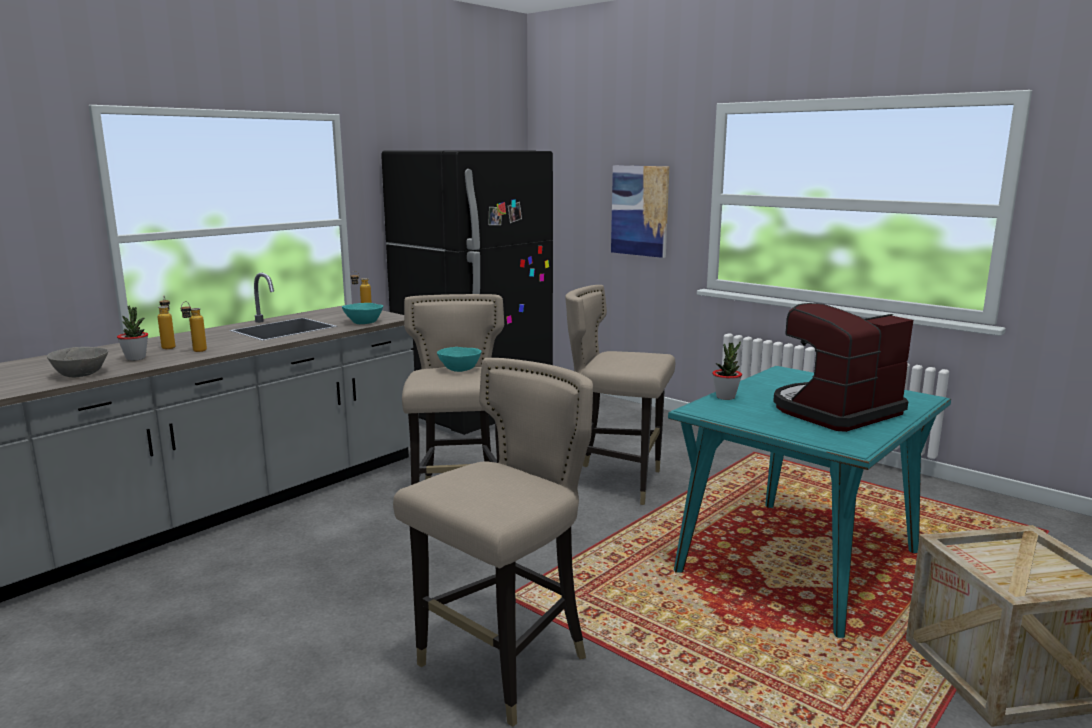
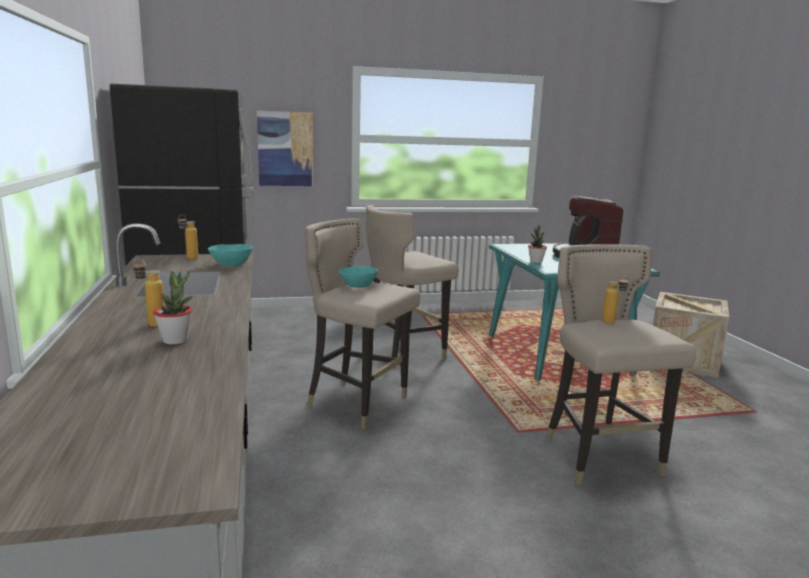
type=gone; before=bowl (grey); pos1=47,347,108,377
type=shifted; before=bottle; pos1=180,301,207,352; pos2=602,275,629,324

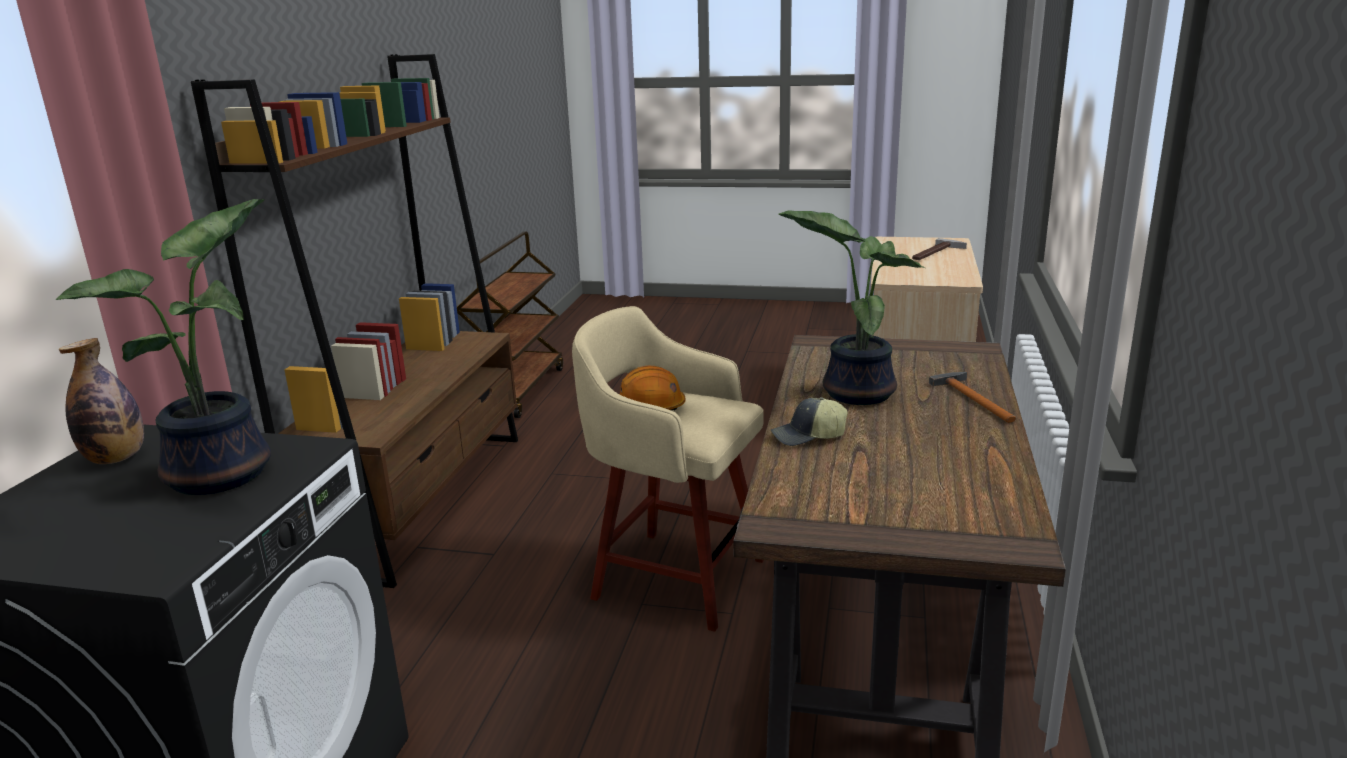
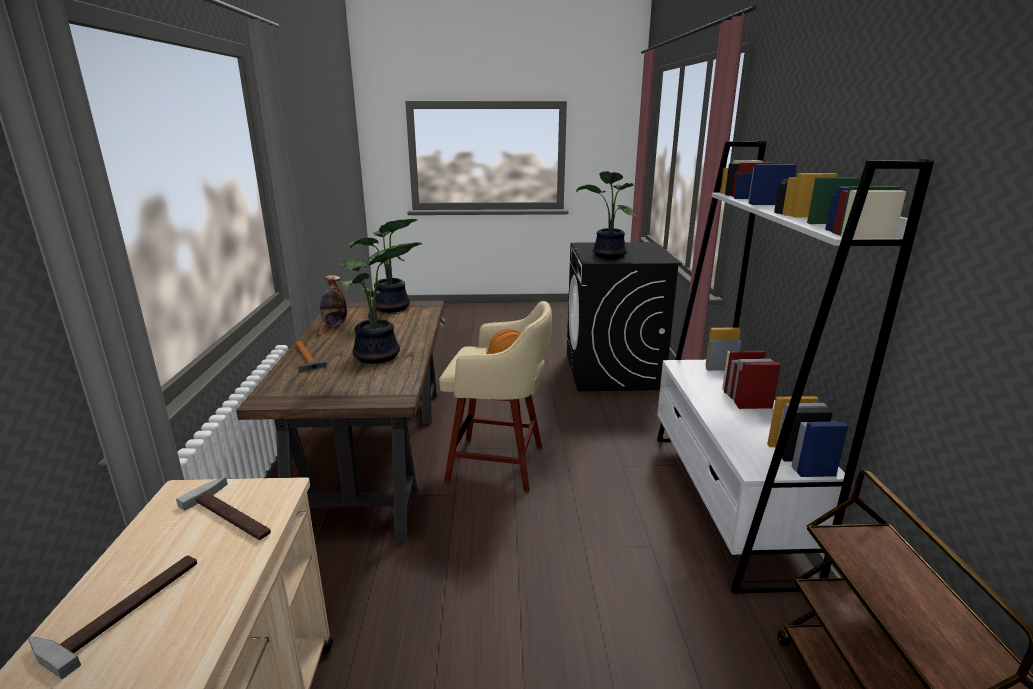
type=gone; before=cap; pos1=771,397,848,446
type=new; after=hammer; pos2=176,477,271,540
type=new; after=potted plant; pos2=348,219,418,313
type=shifted; before=bottle; pos1=58,338,144,464; pos2=320,275,347,326
type=repainted; before=bookcase (brown); after=bookcase (white); pos1=191,54,518,588; pos2=657,141,934,594

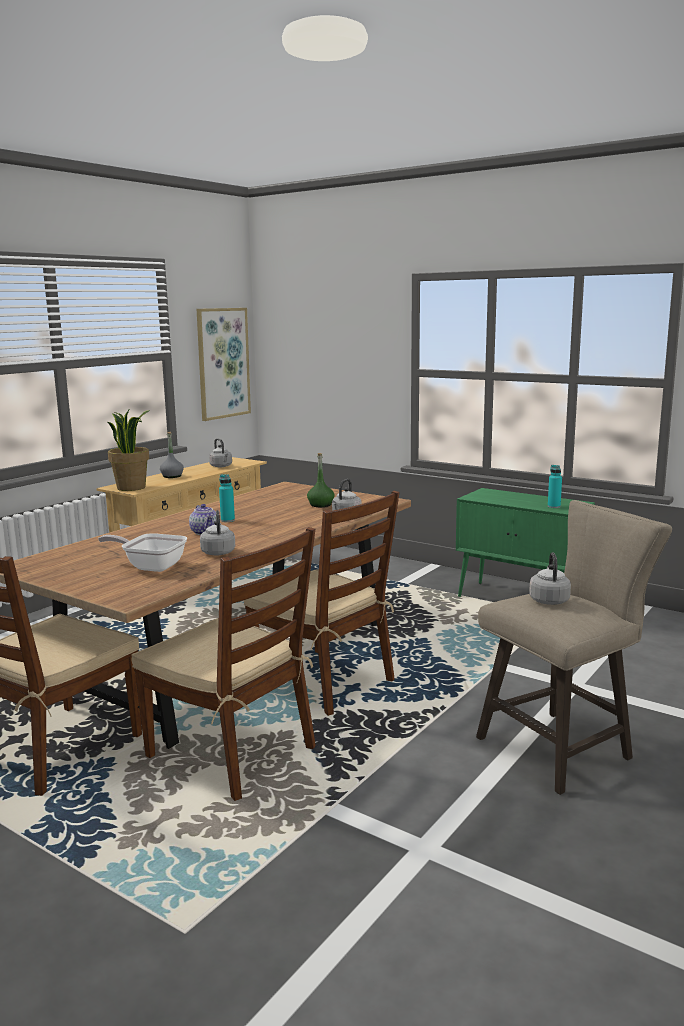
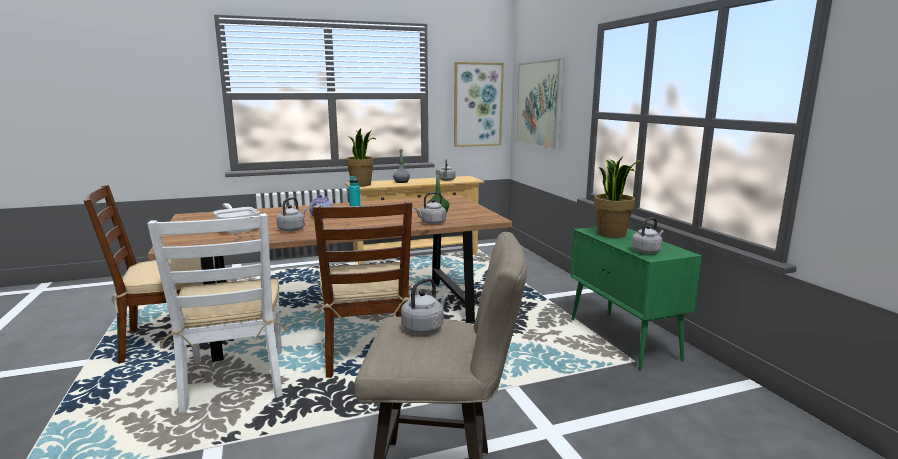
type=new; after=picture; pos2=516,59,564,150
type=new; after=potted plant; pos2=594,156,643,238
type=swapped; before=bottle (turquoise); after=kettle (grey); pos1=548,465,562,508; pos2=631,217,664,254
type=repainted; before=chair (brown); after=chair (white); pos1=131,527,316,801; pos2=147,213,288,413

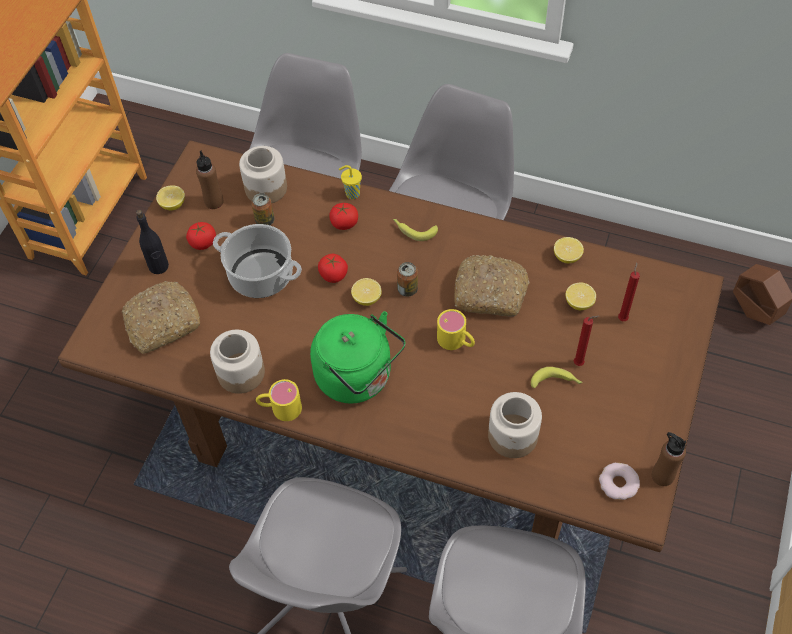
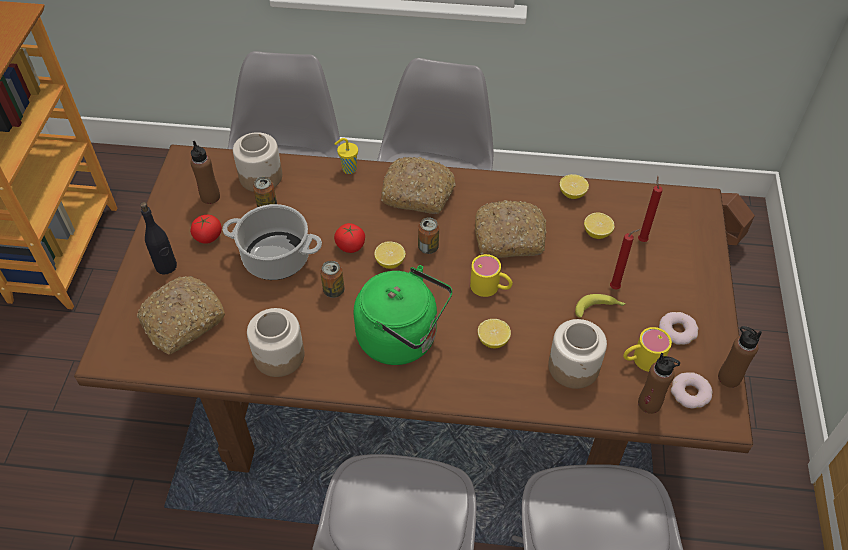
type=gone; before=tomato; pos1=329,203,358,230
type=new; after=can; pos2=320,261,345,298
type=new; after=bottle (brown); pos2=638,353,680,414
type=new; after=donut; pos2=659,312,699,345
type=shifted; before=lemon; pos1=156,185,185,211; pos2=478,319,511,349
type=shifted; before=mug (yellow); pos1=256,379,302,421; pos2=623,327,672,372
type=swapped; before=banana; after=bread; pos1=393,219,438,241; pos2=381,157,456,214

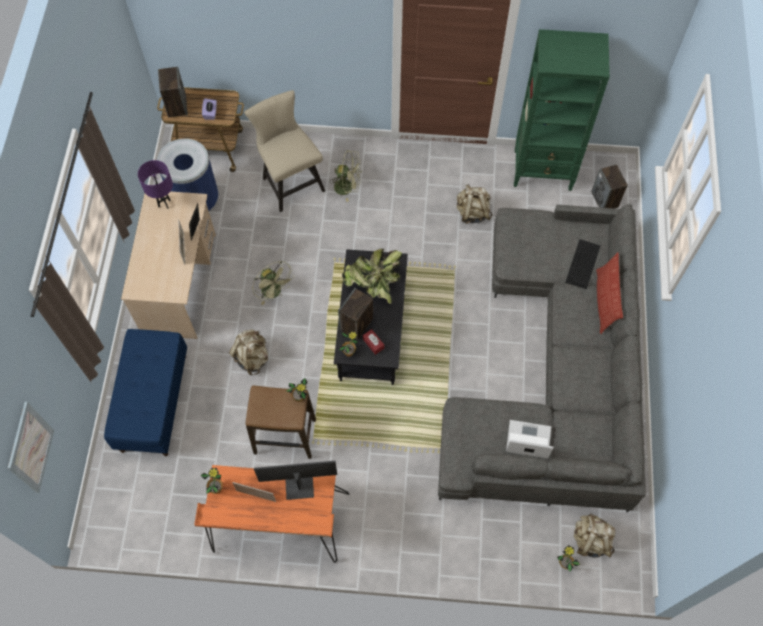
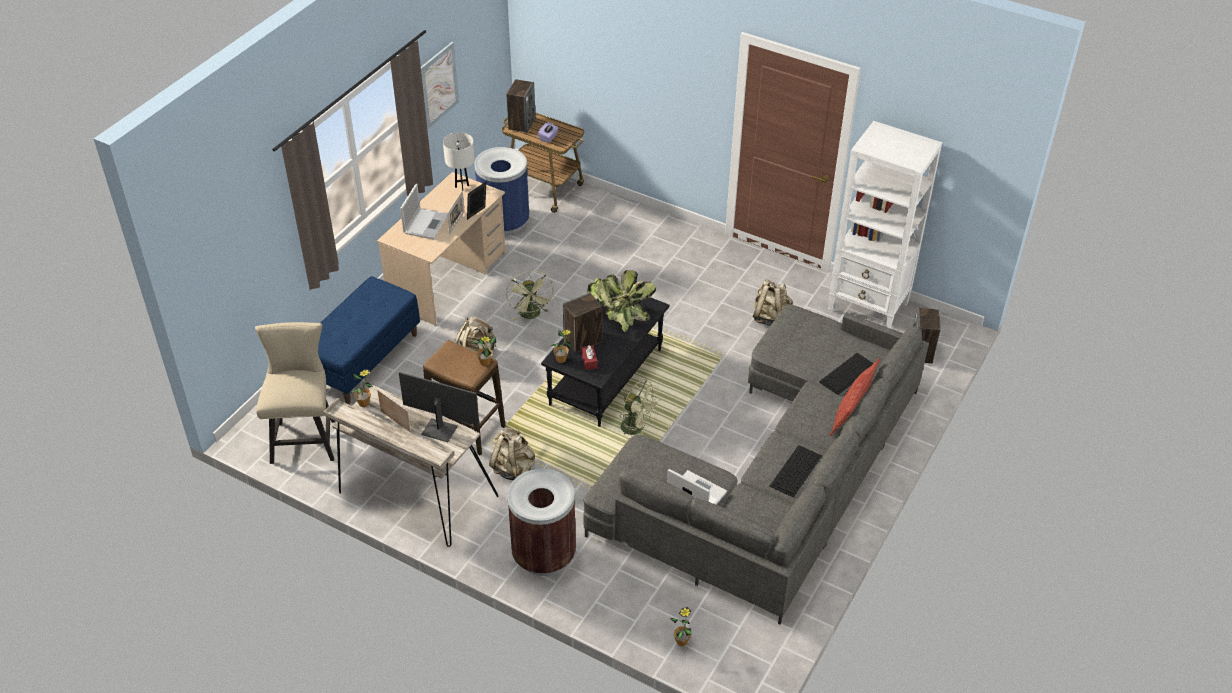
type=new; after=laptop; pos2=400,184,448,240
type=new; after=trash can (brown); pos2=507,469,576,576
type=new; after=keyboard; pos2=770,445,822,498
type=shifted; before=picture; pos1=8,402,54,493; pos2=421,42,459,130
type=shifted; before=chair (beige); pos1=244,90,325,212; pos2=255,322,335,464
type=shifted; before=fan (green); pos1=329,150,362,202; pos2=620,380,661,441
type=shifted; before=backpack (beige); pos1=574,513,616,558; pos2=489,428,535,480
type=repainted; before=table lamp (purple); after=table lamp (white); pos1=138,160,173,208; pos2=443,132,475,191
type=repainted; before=desk (orange); after=desk (beige); pos1=194,465,349,563; pos2=324,385,498,547
type=repainted; before=bookcase (green); after=bookcase (white); pos1=514,29,610,191; pos2=828,121,942,329

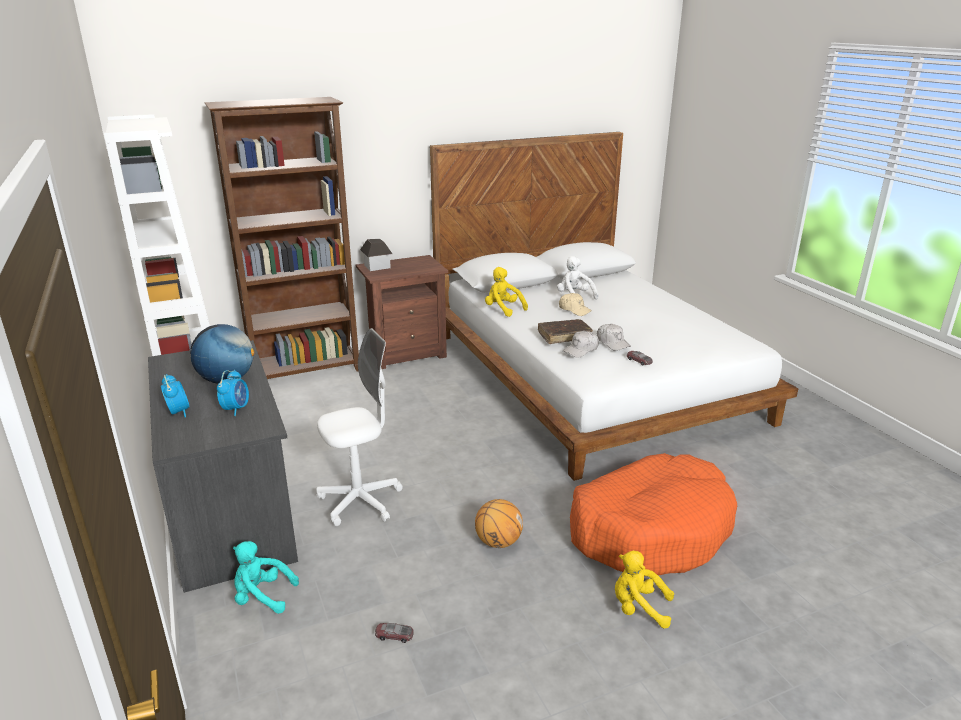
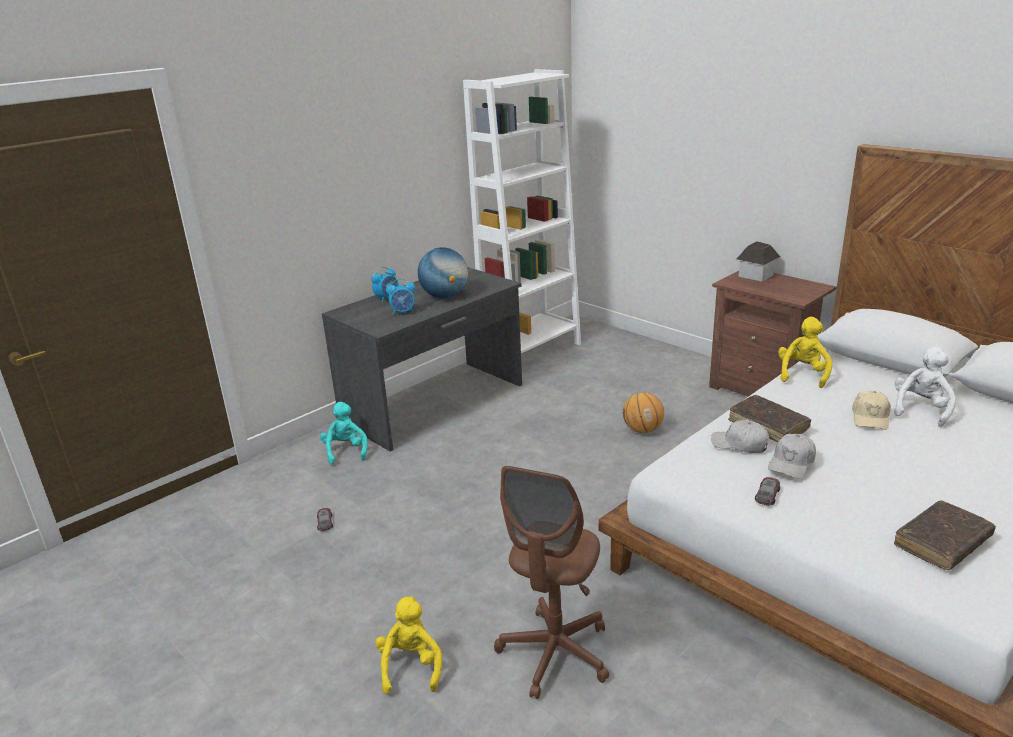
type=gone; before=bookcase (brown); pos1=205,97,359,379
type=gone; before=office chair (white); pos1=316,328,403,526
type=new; after=book (brown); pos2=894,500,996,570
type=shifted; before=basketball; pos1=475,499,523,548; pos2=623,392,664,433
type=swapped; before=dog bed (orange); after=office chair (brown); pos1=570,453,737,576; pos2=494,466,609,699

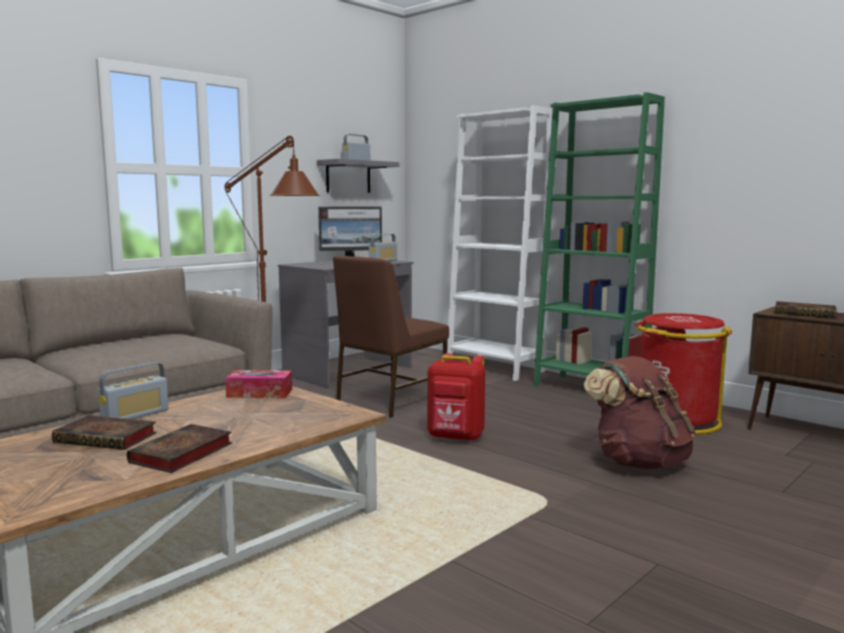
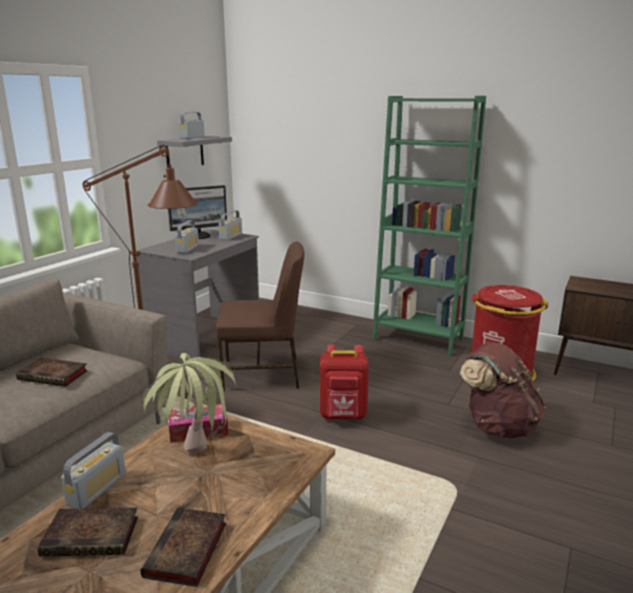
type=gone; before=bookcase (white); pos1=447,105,553,381
type=new; after=potted plant; pos2=143,353,236,454
type=new; after=radio; pos2=175,220,199,253
type=shifted; before=book; pos1=775,301,837,318; pos2=16,358,88,387
type=rotated; before=chair (brown); pos1=333,256,449,418; pos2=216,241,304,391; turn=-120

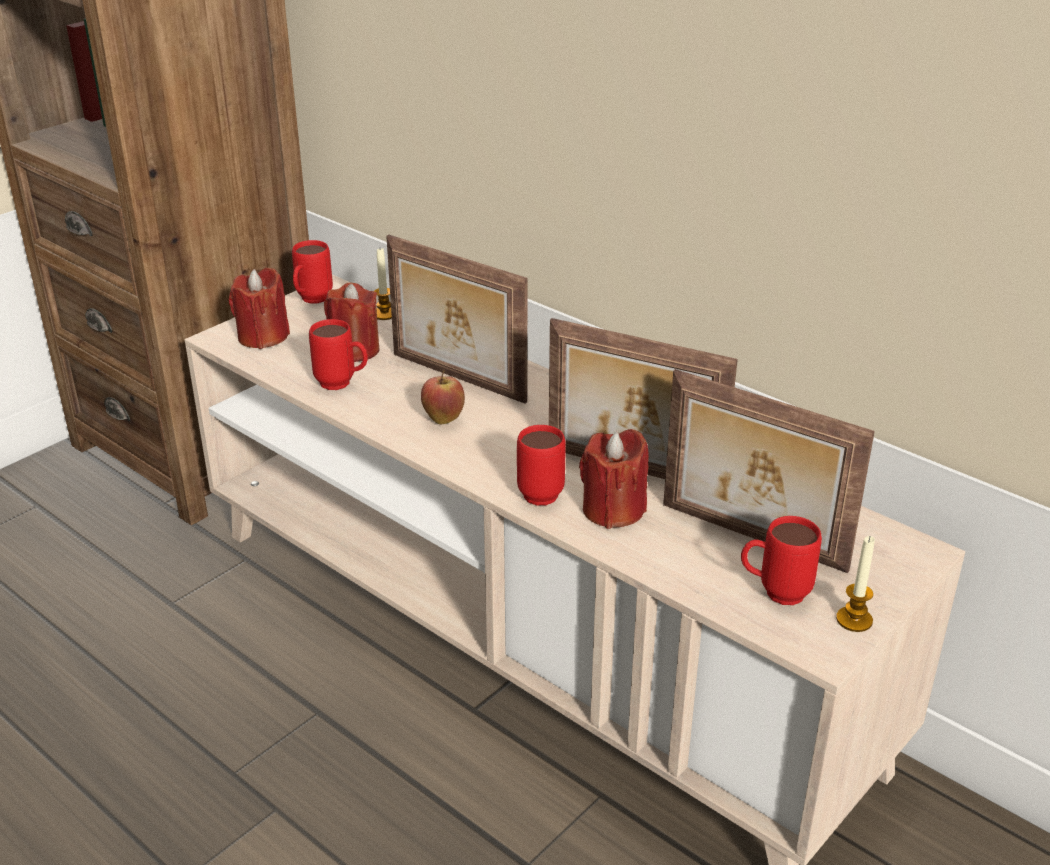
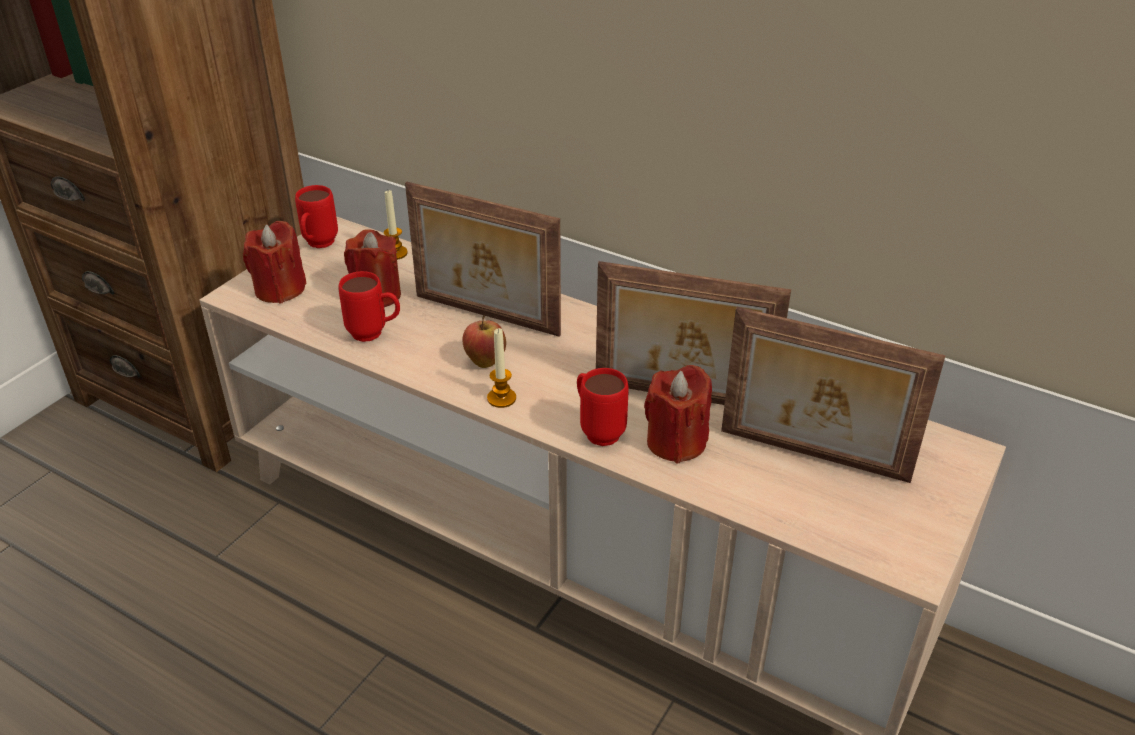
type=gone; before=mug (red); pos1=741,516,822,605
type=shifted; before=candle; pos1=836,536,875,632; pos2=487,328,516,408

